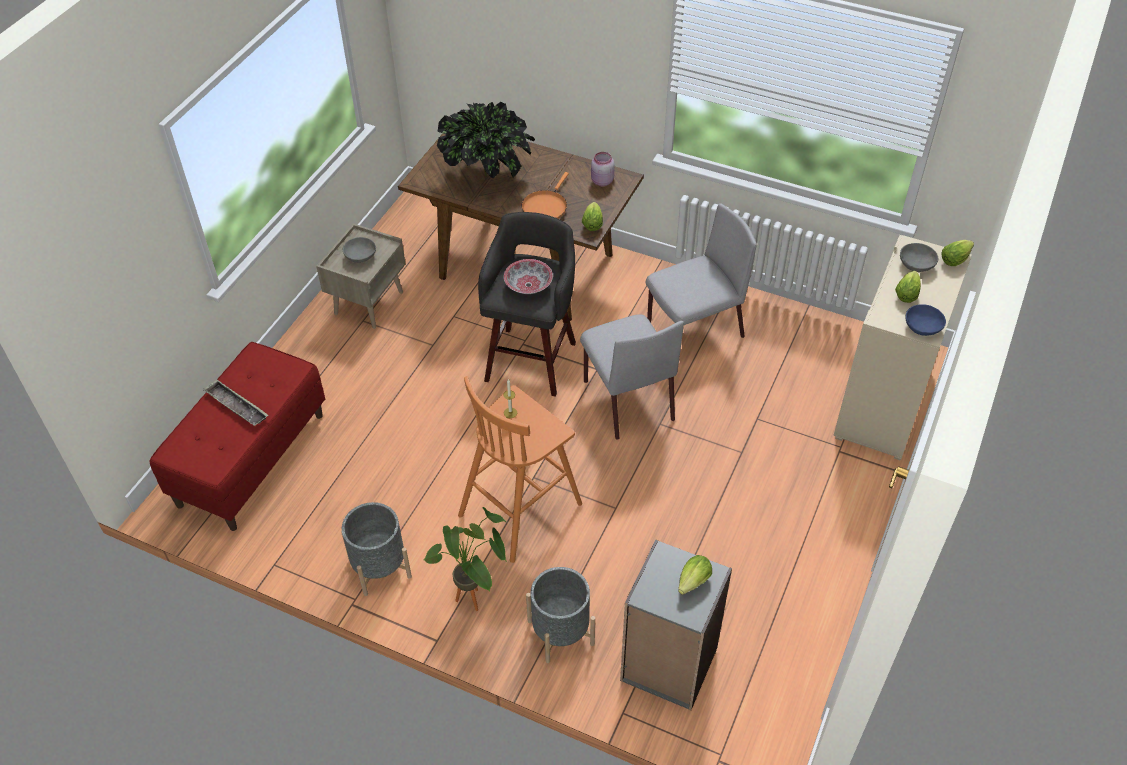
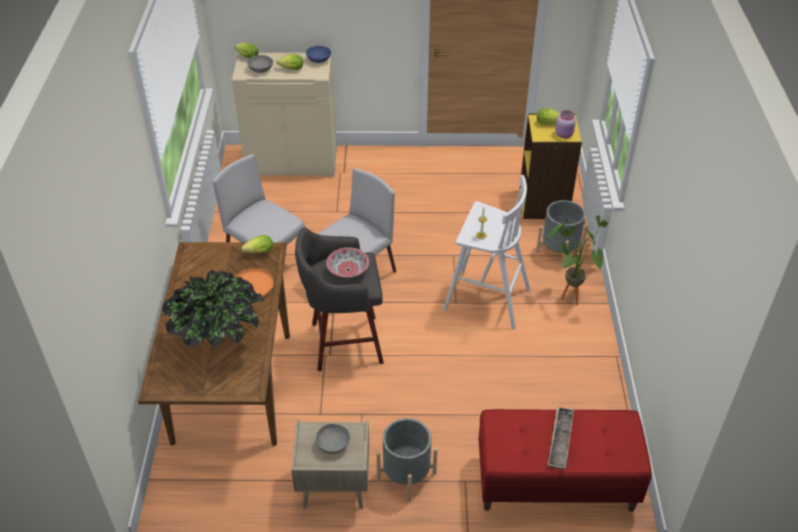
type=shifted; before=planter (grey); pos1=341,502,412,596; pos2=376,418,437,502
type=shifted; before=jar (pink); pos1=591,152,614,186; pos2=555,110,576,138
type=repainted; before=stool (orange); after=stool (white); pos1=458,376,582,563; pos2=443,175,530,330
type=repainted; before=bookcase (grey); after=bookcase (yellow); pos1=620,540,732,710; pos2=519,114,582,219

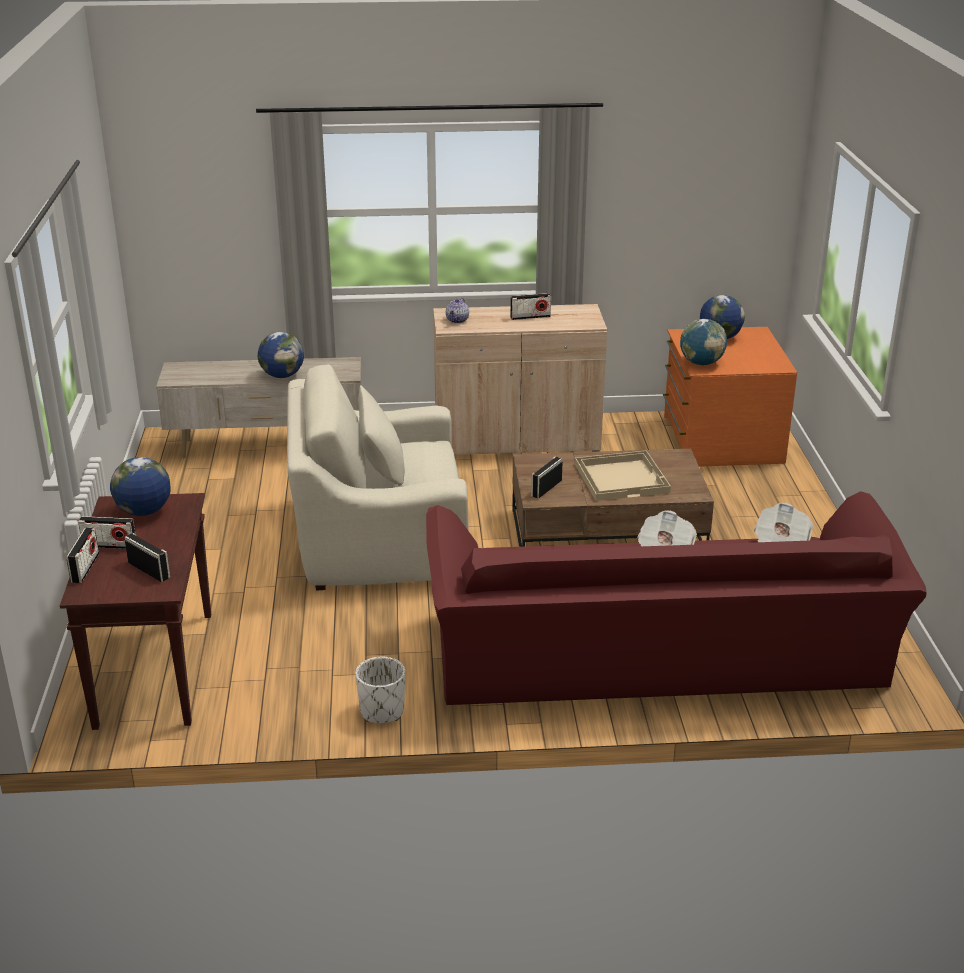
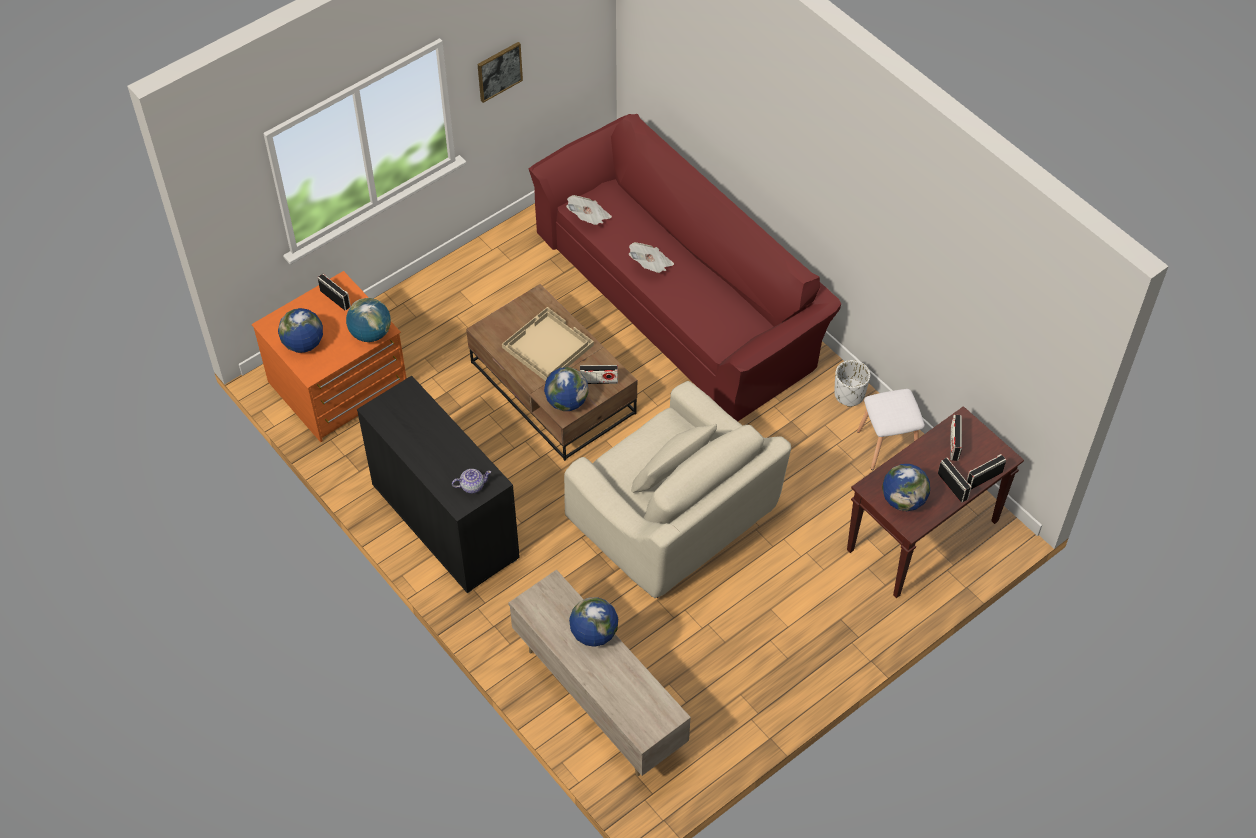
type=new; after=picture; pos2=478,42,523,103
type=new; after=globe; pos2=544,367,588,411
type=new; after=stool (white); pos2=857,389,925,470
type=shifted; before=radio; pos1=510,293,551,320; pos2=318,274,351,311
type=repainted; before=cabinet (beige); after=cabinet (black); pos1=433,304,607,455; pos2=357,376,520,593

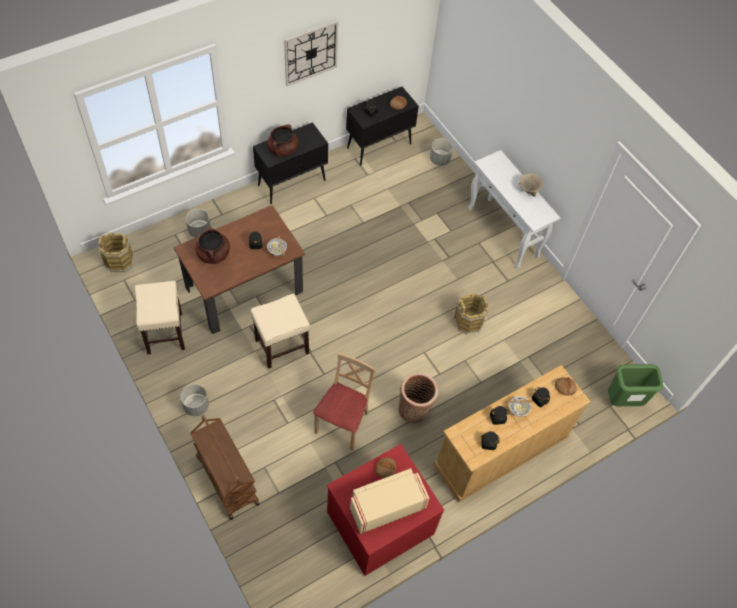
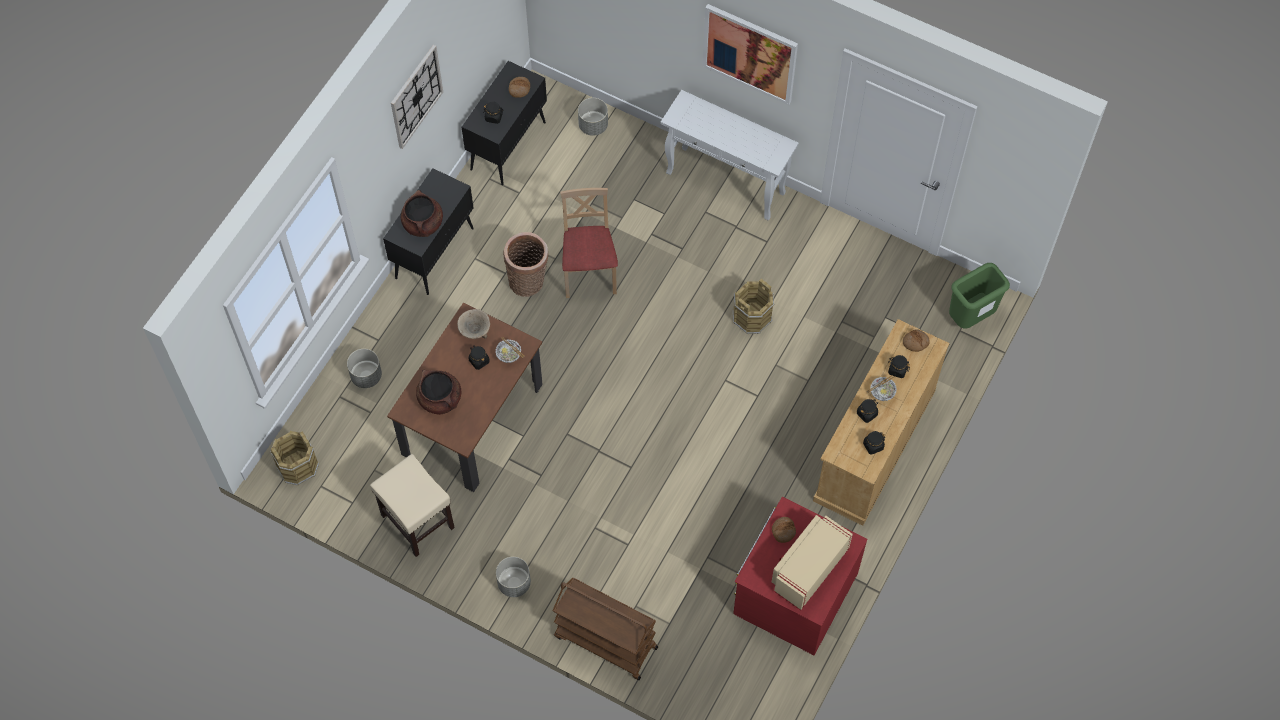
type=gone; before=stool (beige); pos1=250,294,310,369
type=new; after=picture; pos2=703,4,798,105
type=shifted; before=chair (beige); pos1=313,353,375,451; pos2=560,188,618,298
type=shifted; before=basket; pos1=398,373,438,423; pos2=503,232,549,297
type=shifted; before=bowl (beige); pos1=519,173,543,197; pos2=457,309,490,339

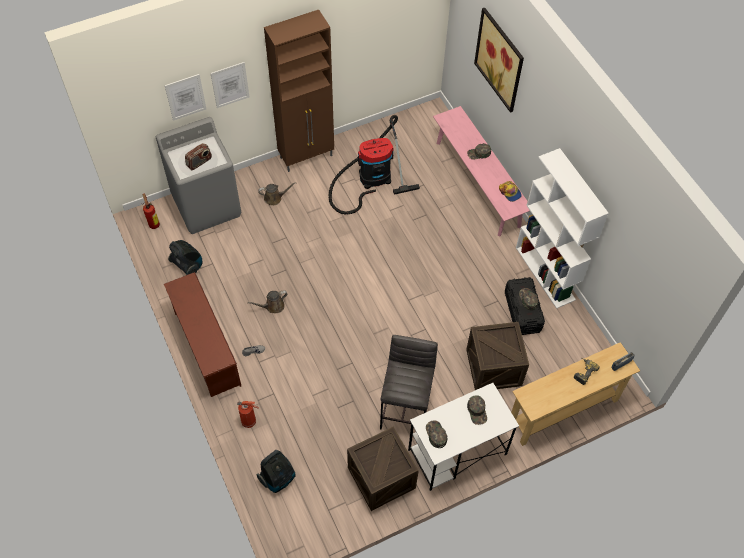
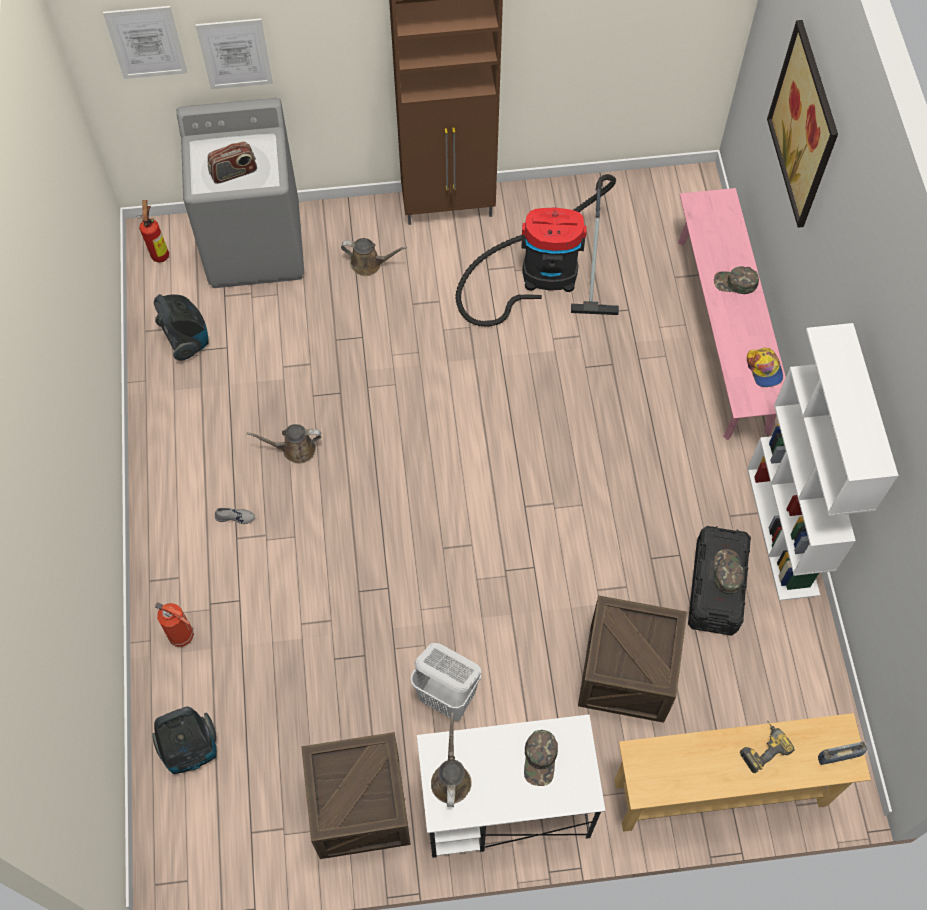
type=gone; before=shoe rack (brown); pos1=164,272,241,397
type=shifted; before=picture; pos1=210,62,249,108; pos2=103,6,187,79
type=swapped; before=stool (grey); after=laundry basket (white); pos1=380,335,438,430; pos2=411,643,481,721
type=swapped; before=cap (green); after=watering can (brown); pos1=426,420,447,448; pos2=431,712,472,807

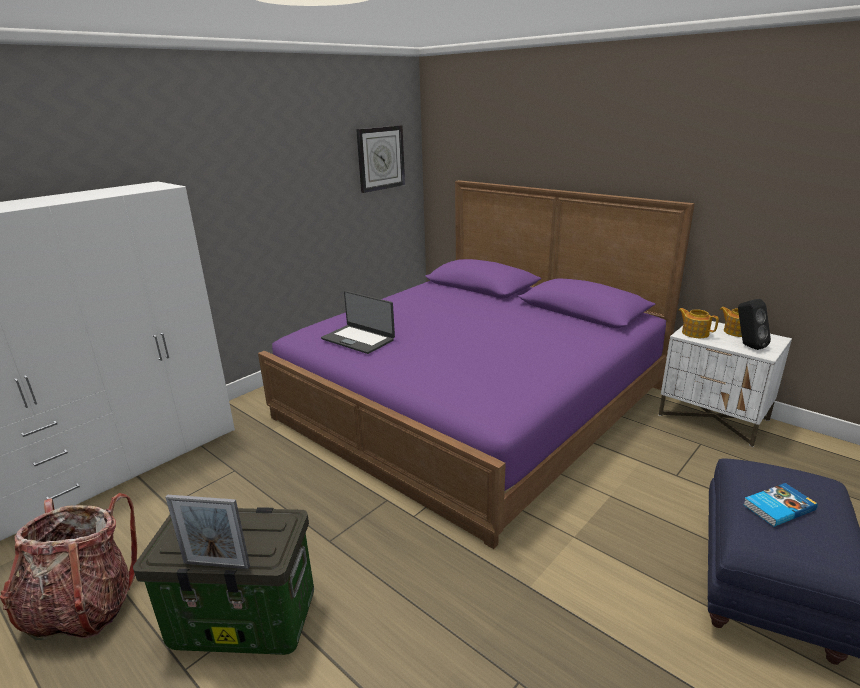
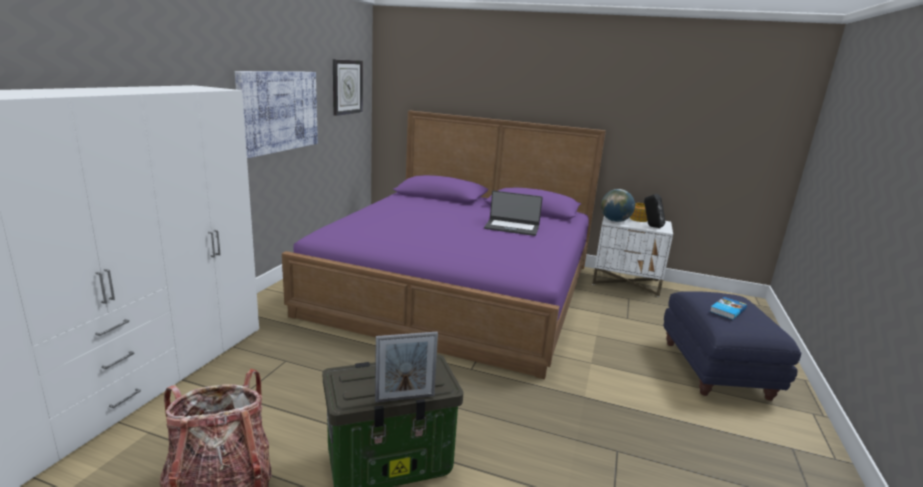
type=new; after=picture; pos2=235,71,318,158
type=shifted; before=laptop; pos1=321,291,395,354; pos2=484,190,543,236
type=swapped; before=teapot; after=globe; pos1=678,308,719,338; pos2=601,189,635,222

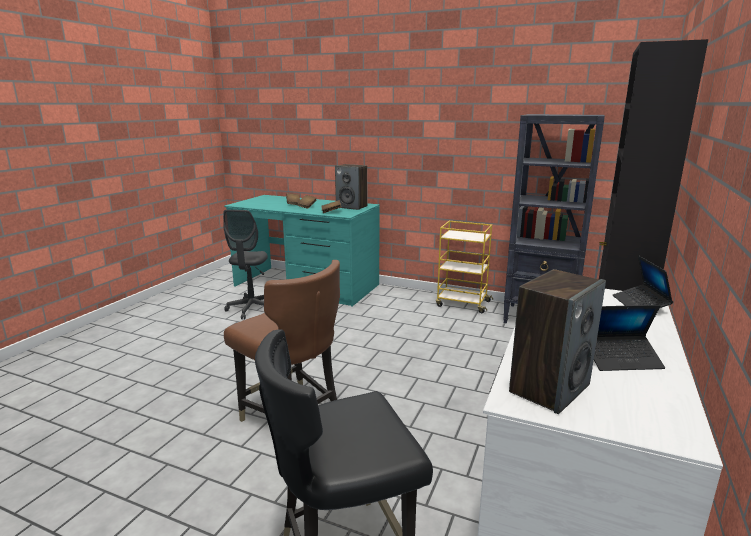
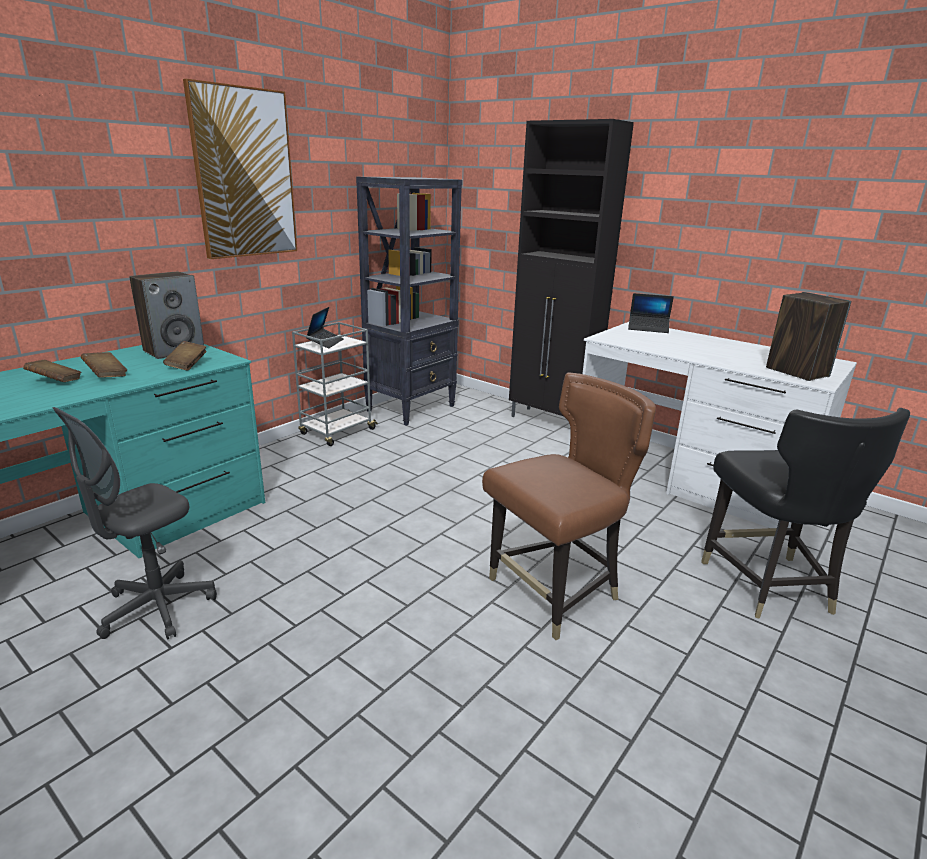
type=new; after=picture; pos2=183,79,297,259
type=shifted; before=laptop; pos1=594,305,665,371; pos2=307,307,344,348
type=repainted; before=cart (yellow); after=cart (grey); pos1=436,221,493,313; pos2=292,322,378,446
type=rotated; before=office chair (grey); pos1=223,210,268,319; pos2=52,407,217,640; turn=105

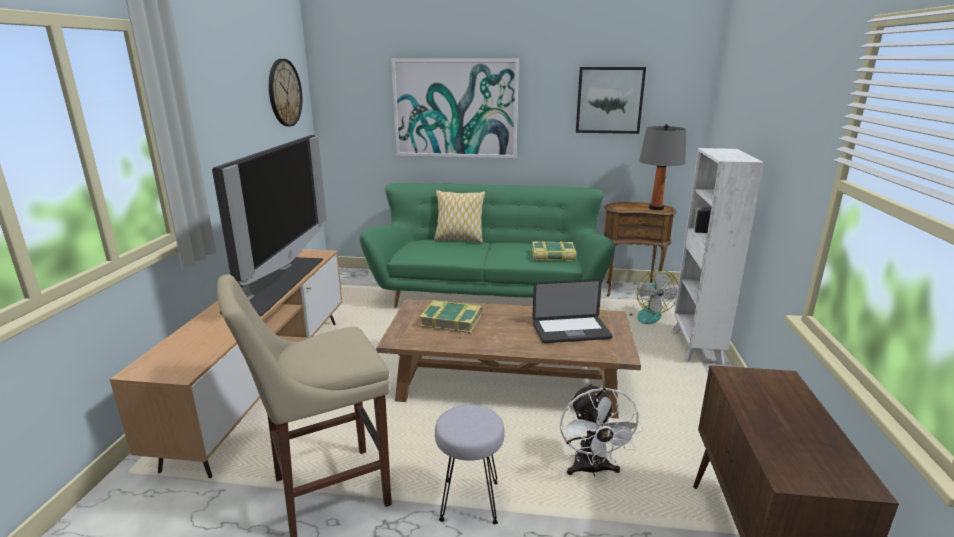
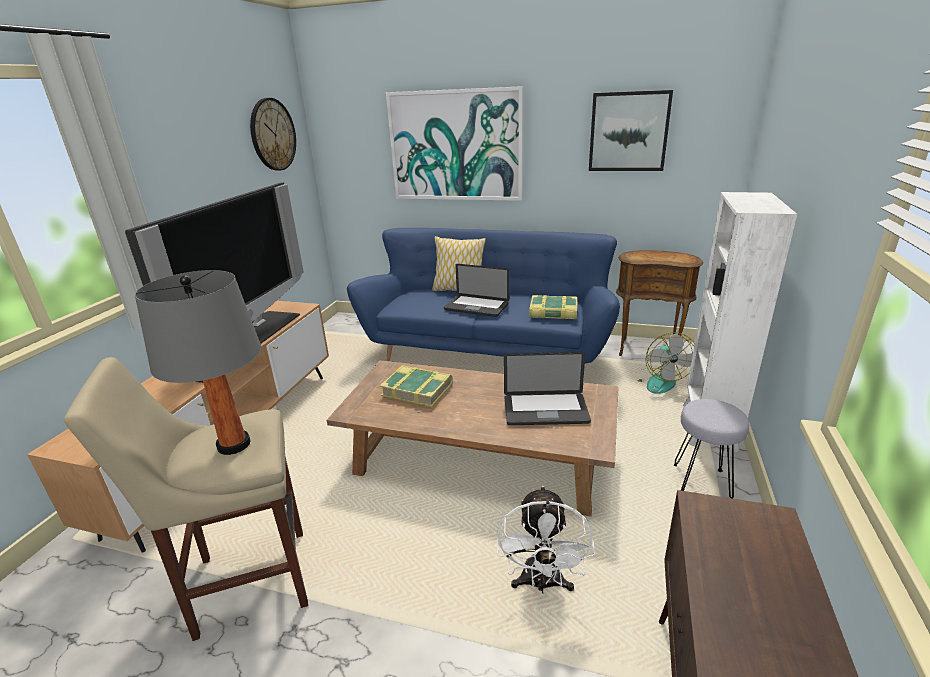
type=new; after=laptop; pos2=444,264,509,317
type=shifted; before=stool (grey); pos1=435,405,505,524; pos2=674,399,749,499
type=shifted; before=table lamp (grey); pos1=639,124,686,210; pos2=135,270,262,455
type=repainted; before=sofa (green); after=sofa (blue); pos1=360,183,615,308; pos2=347,228,620,363

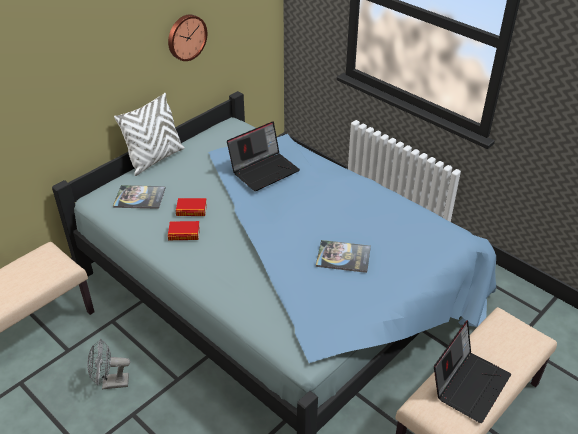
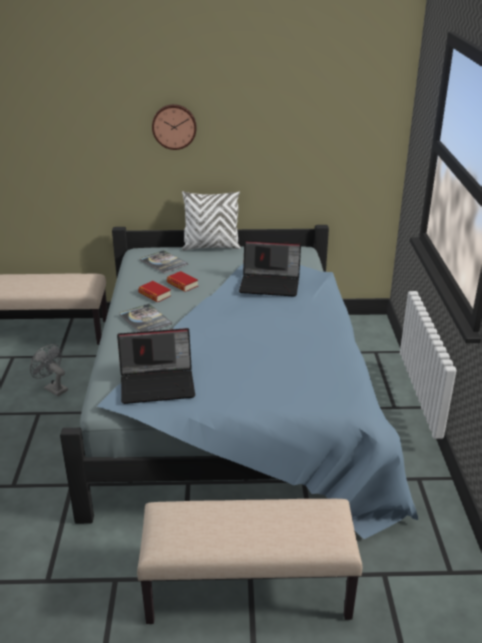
type=shifted; before=wall clock; pos1=168,14,207,61; pos2=152,104,197,150
type=shifted; before=book; pos1=316,240,371,273; pos2=120,304,172,332
type=shifted; before=laptop; pos1=434,320,511,423; pos2=117,328,195,404

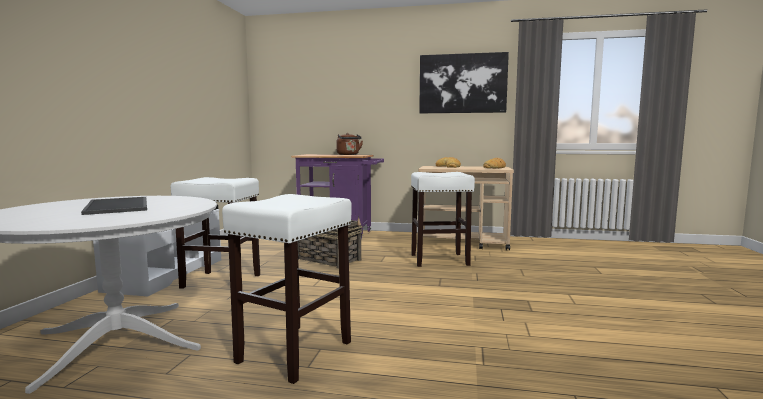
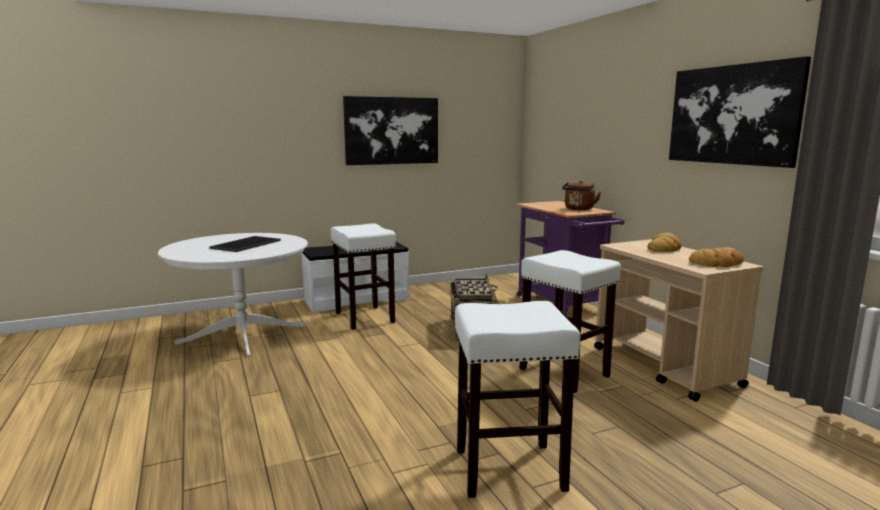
type=new; after=picture; pos2=343,96,438,165
type=shifted; before=stool (white); pos1=222,194,352,384; pos2=455,301,580,498

